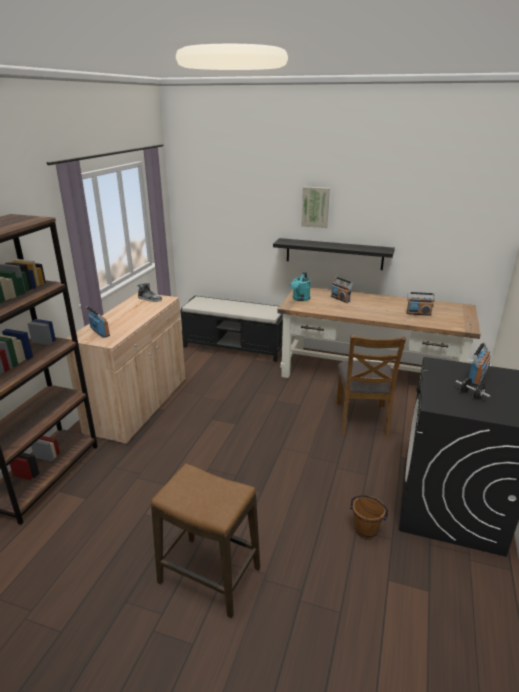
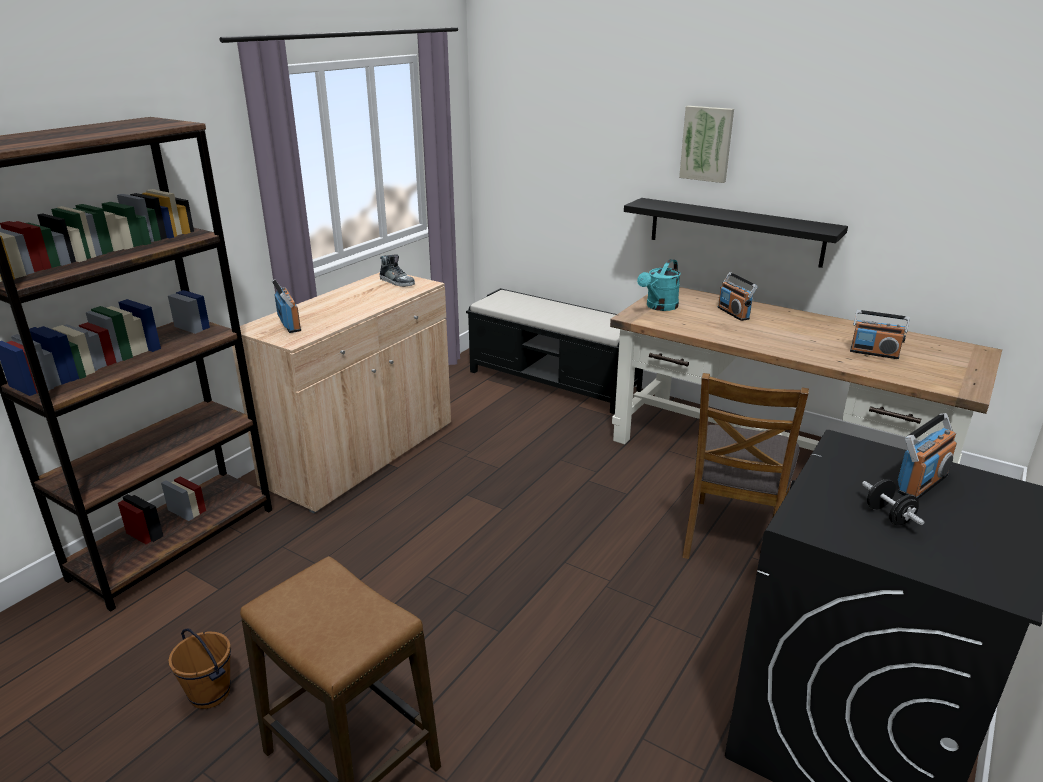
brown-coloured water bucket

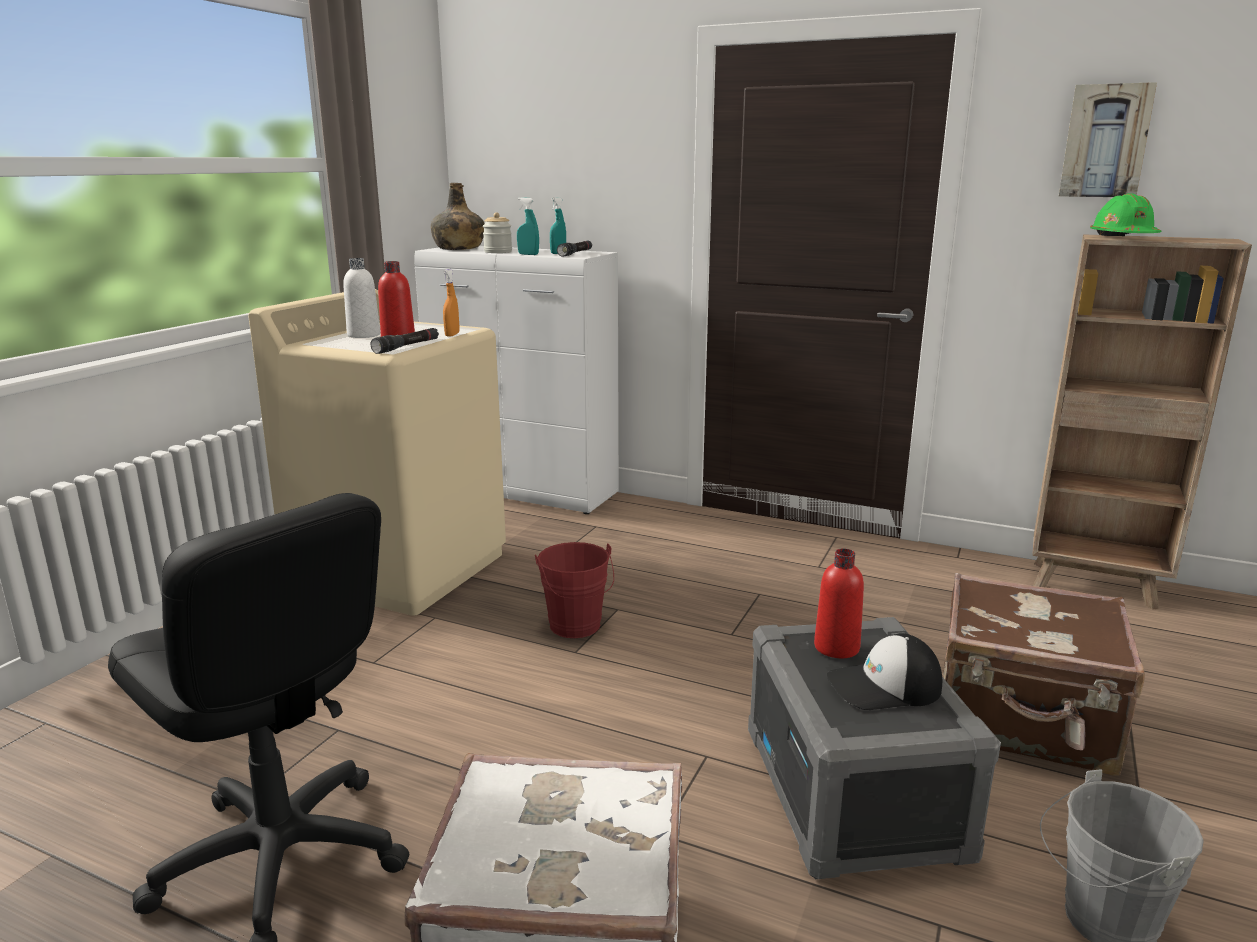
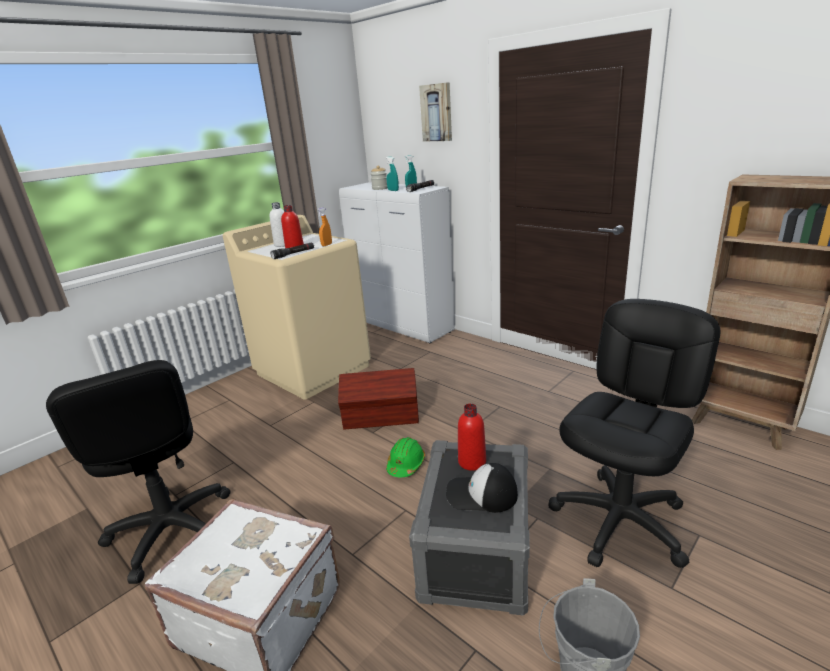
wall art; green beverage bottle; green safety helmet; brown-coloured storage box; black desk chair (no. 2 from left)

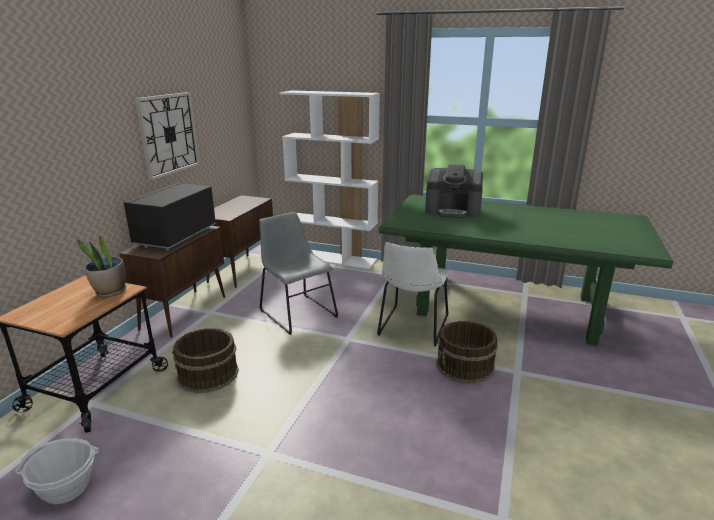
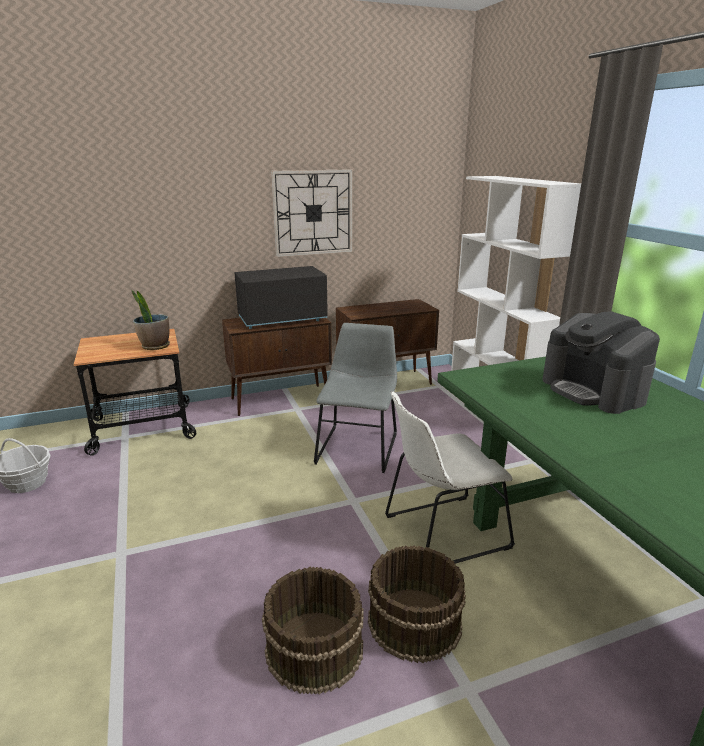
brown-coloured water bucket (no. 1 from left)

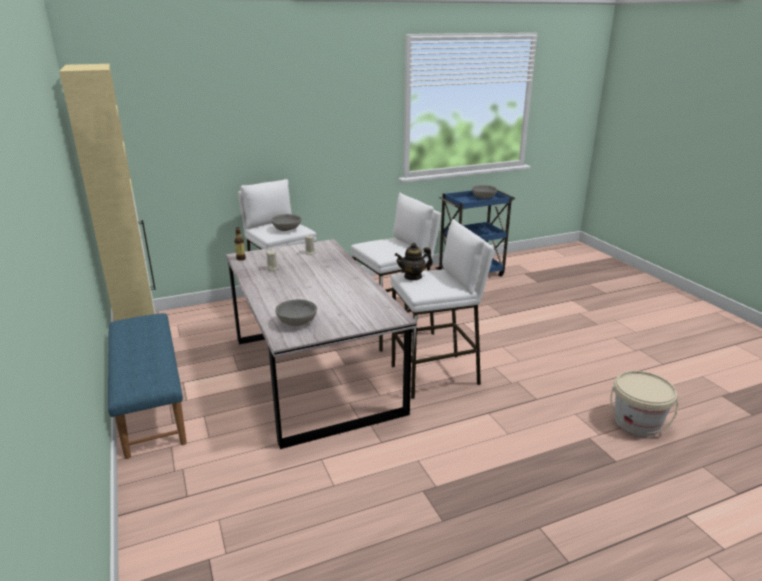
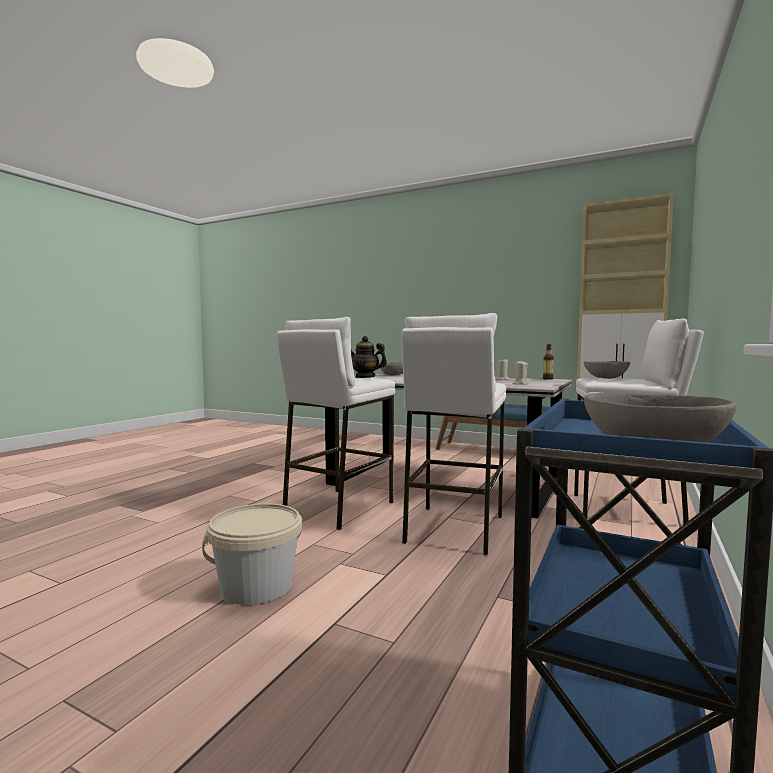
pot for tea; sand-coloured water bucket

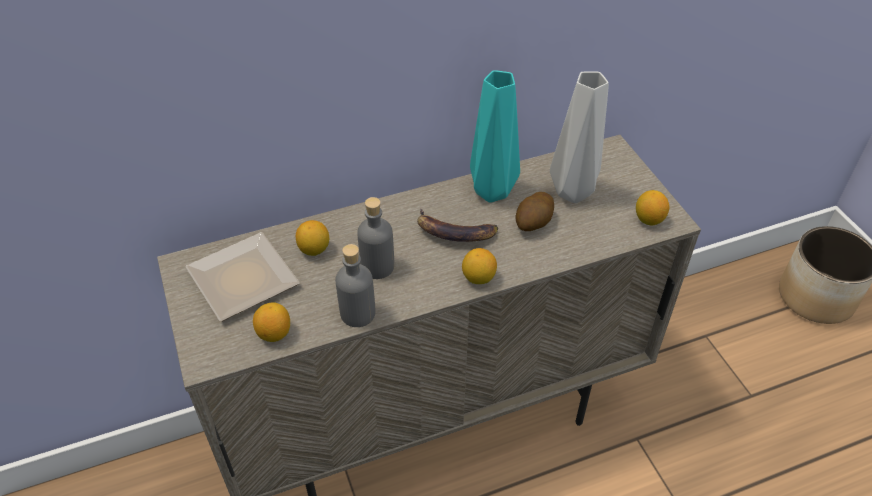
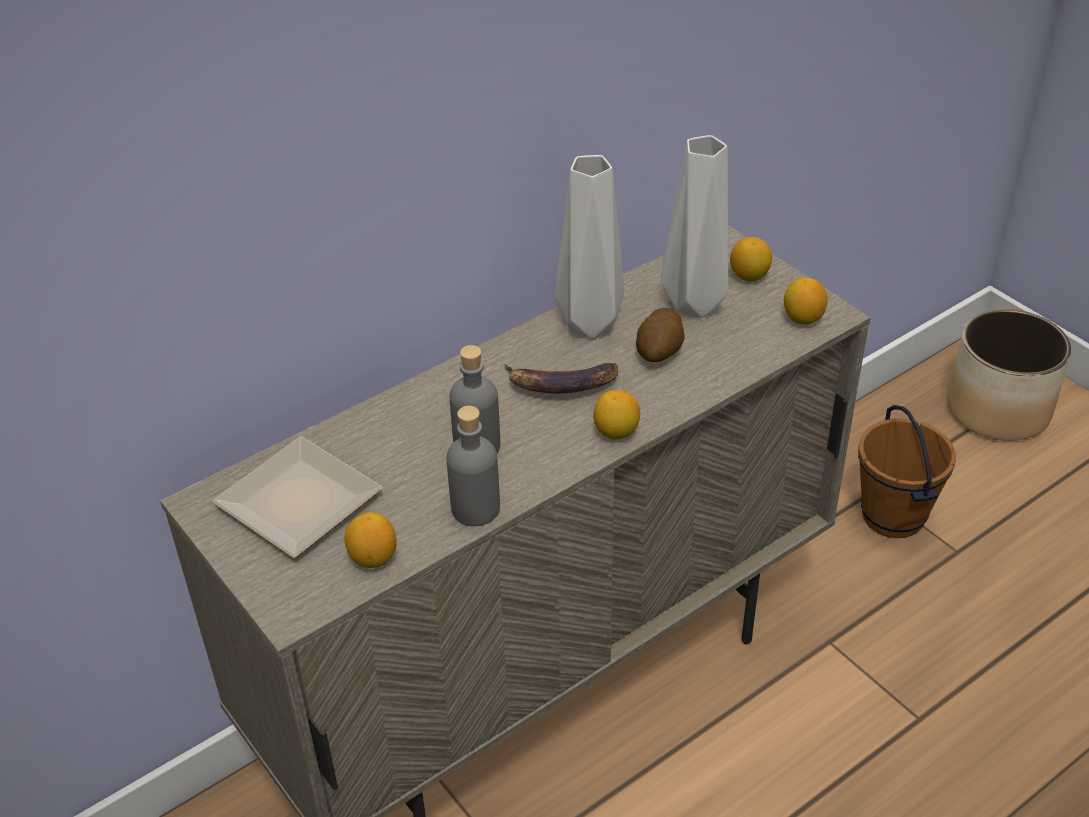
greyish flower vase (no. 1 from left); lemon (no. 3 from left); brown-coloured water bucket

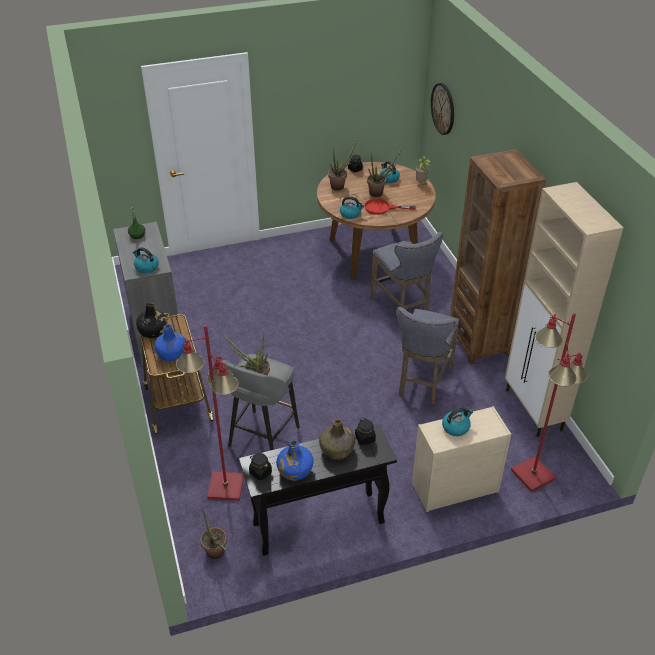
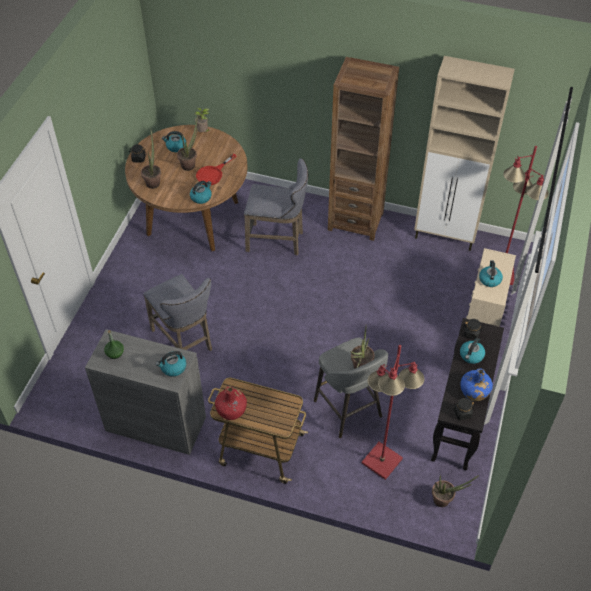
hanging clock; red-coloured beverage bottle; greyish stool seat (no. 1 from left); blue-coloured beverage bottle (no. 1 from left in the first image); tea kettle (no. 4 from left)

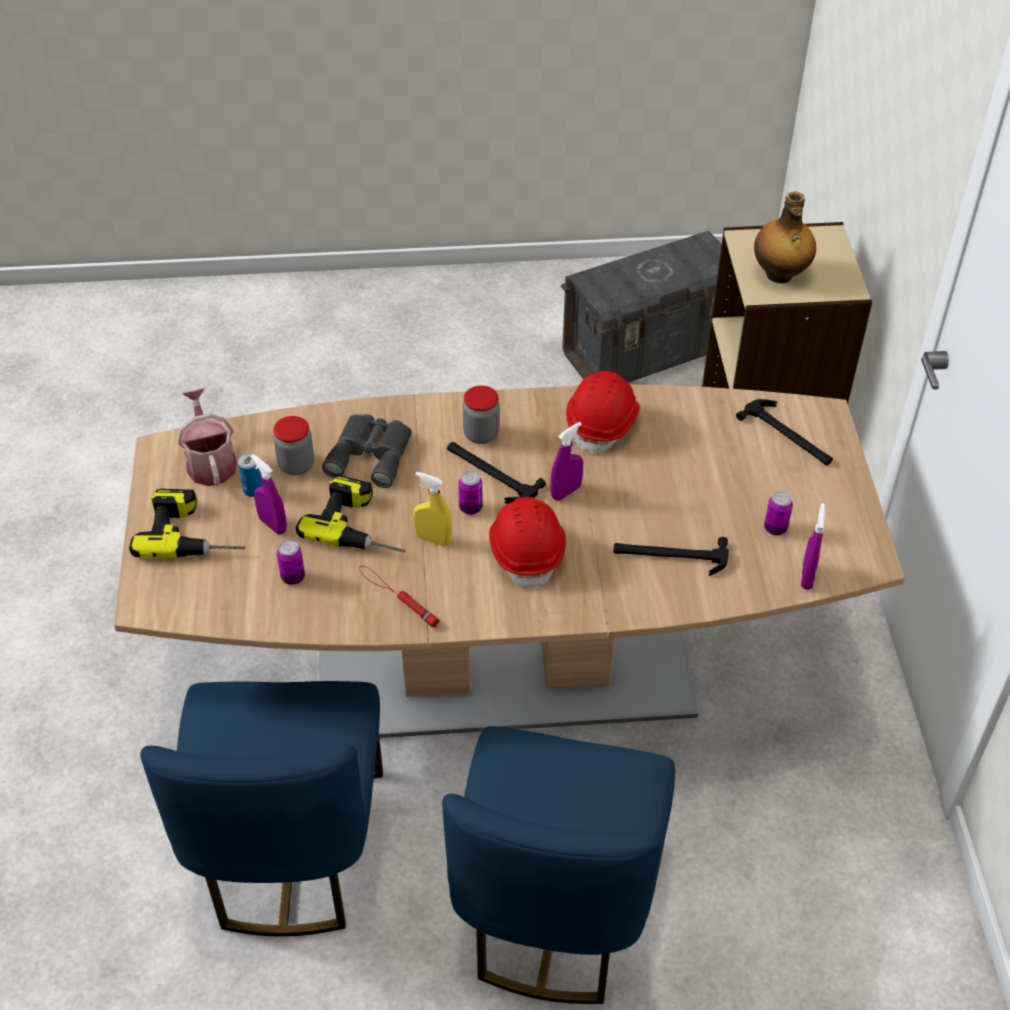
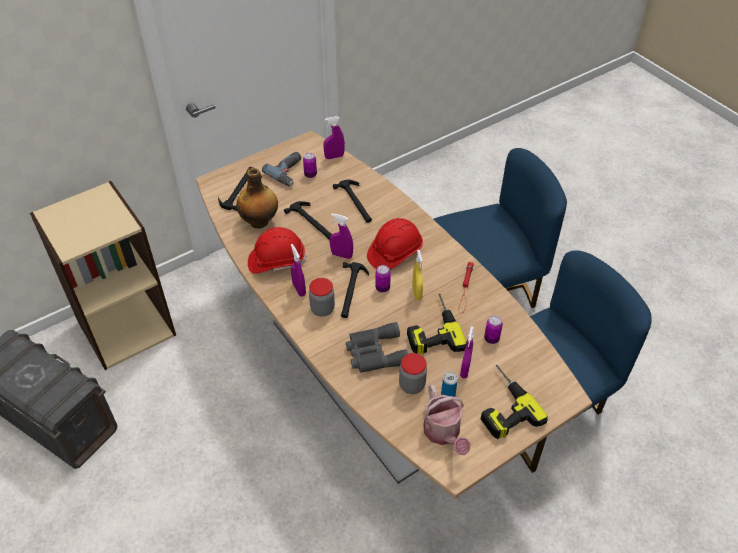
beverage bottle; watering can; drill (no. 1 from left); tool hammer (no. 2 from left); purple-coloured spray bottle (no. 1 from left)

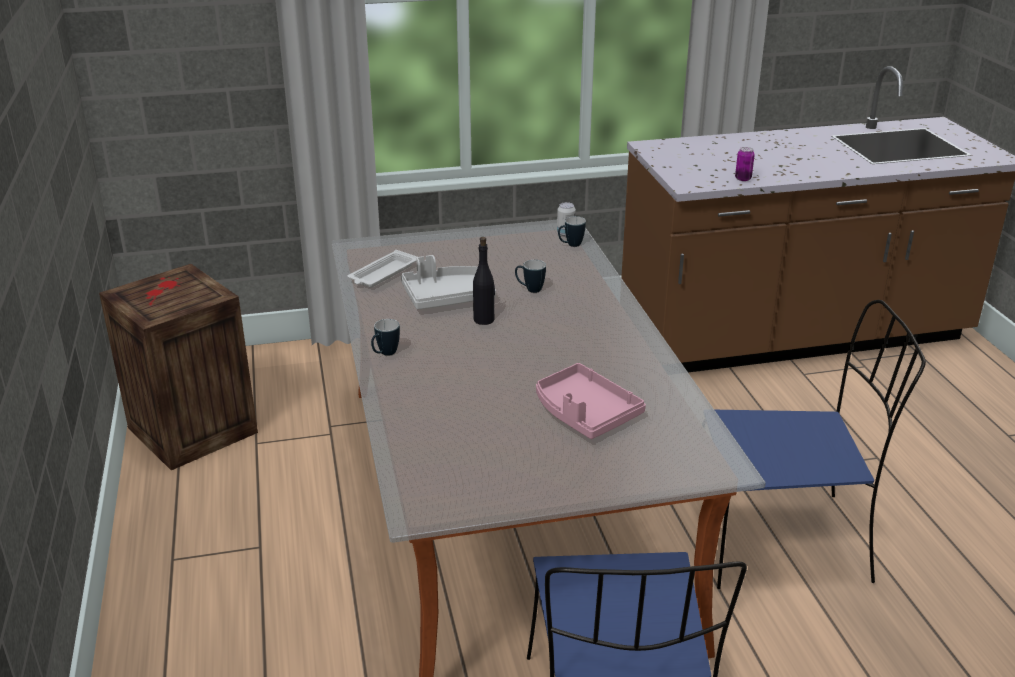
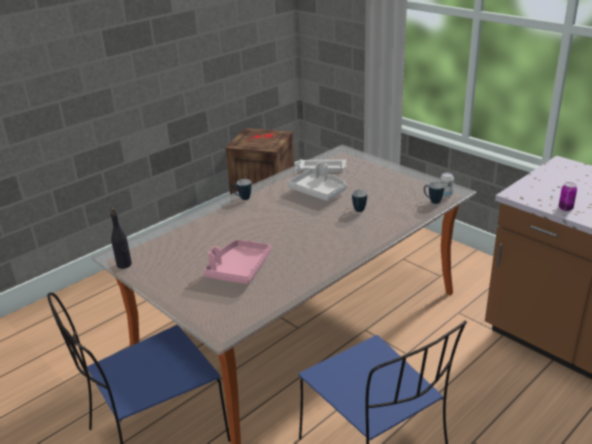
black beverage bottle

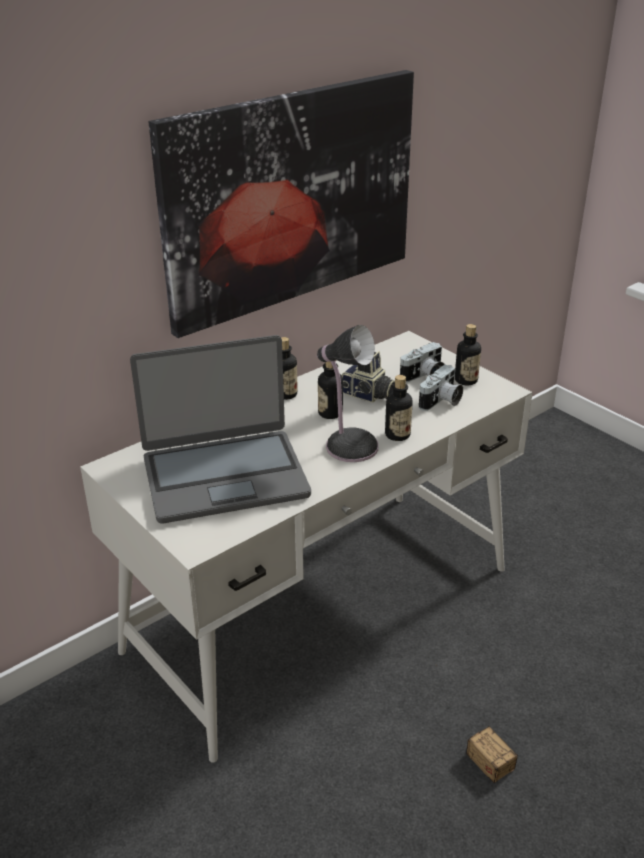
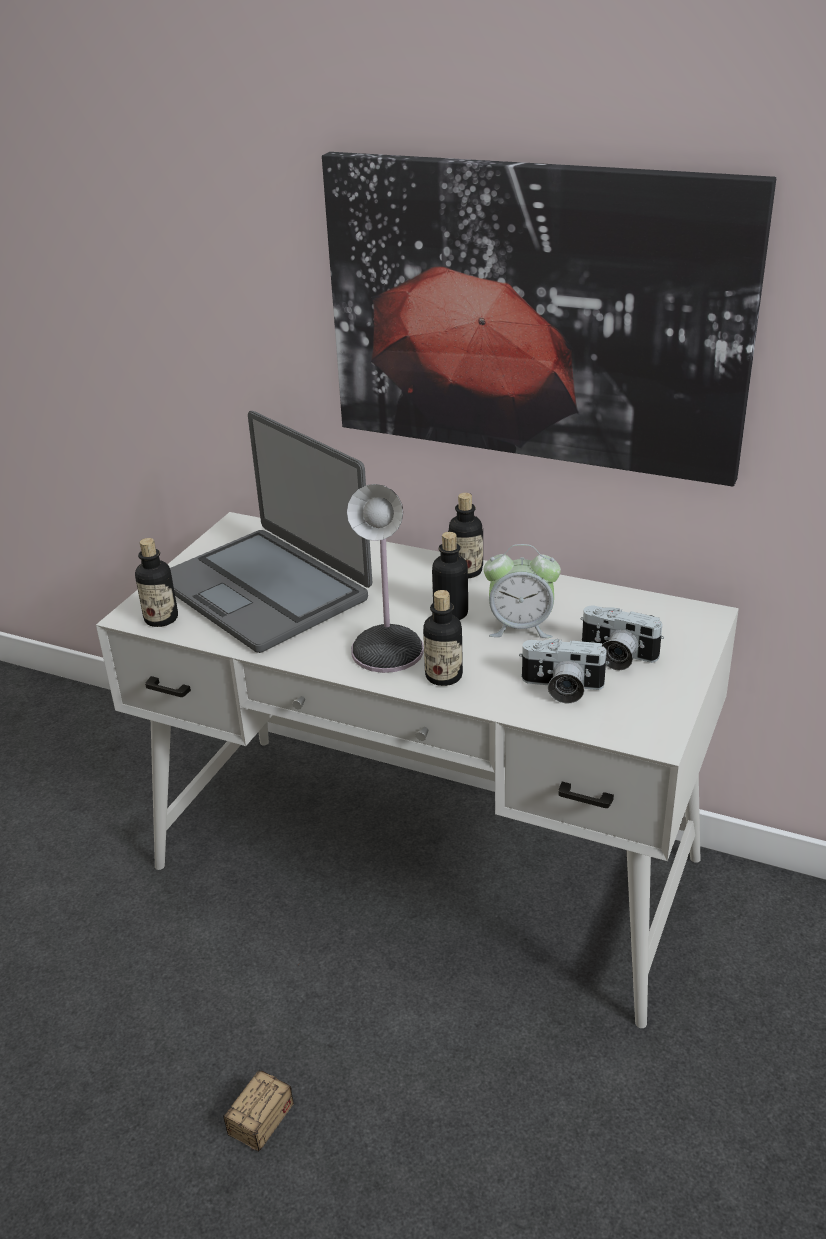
beverage bottle (no. 1 from left); alarm clock

